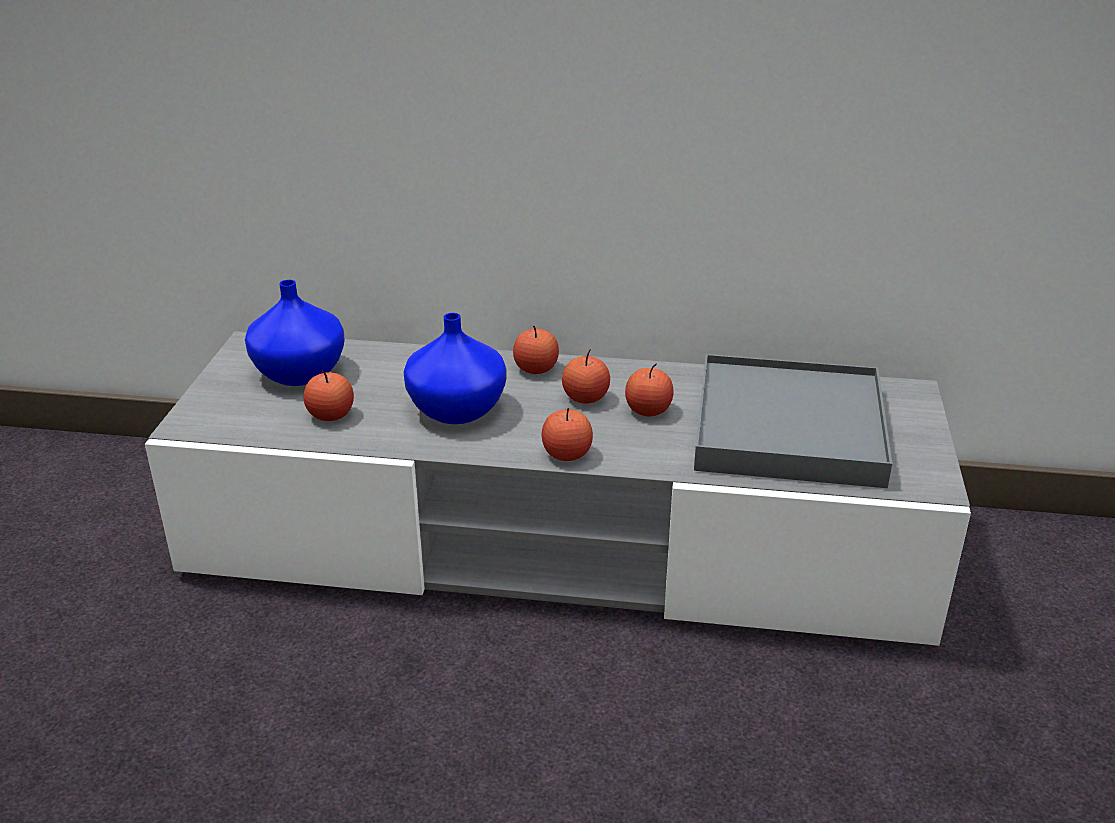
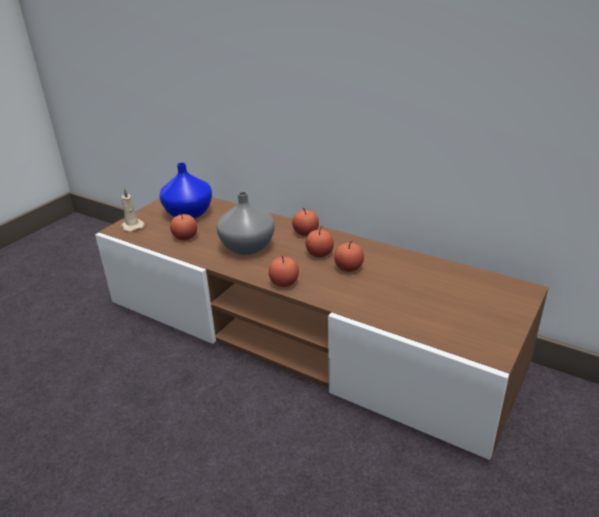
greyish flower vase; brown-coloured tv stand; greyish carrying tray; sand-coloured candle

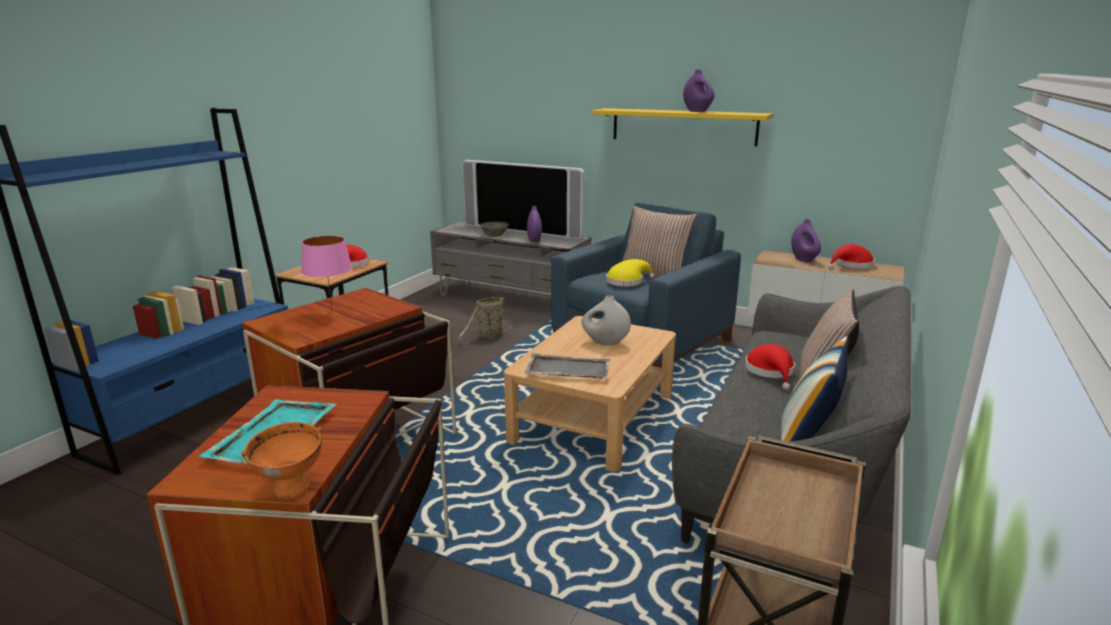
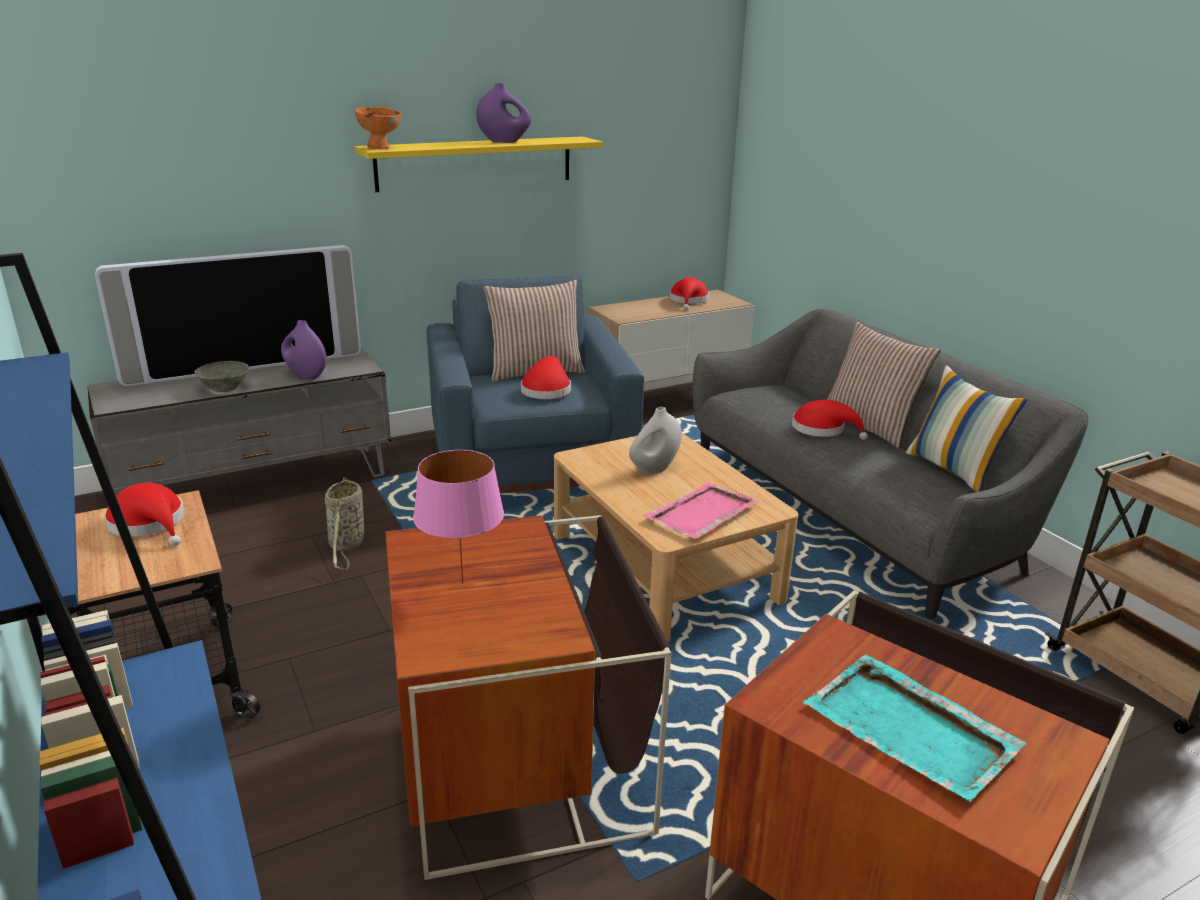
purple-coloured flower vase (no. 3 from left in the first image); red-coloured wearable hat (no. 2 from left); pink-coloured carrying tray; orangey serving bowl

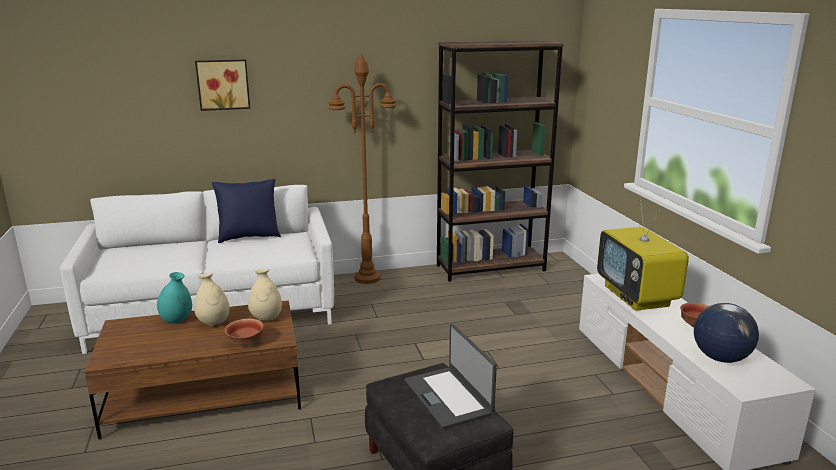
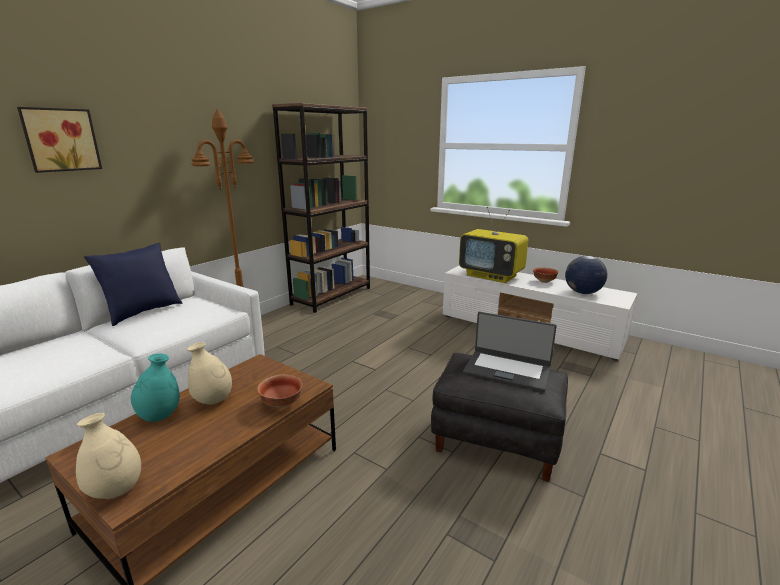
sand-coloured flower vase (no. 1 from left)

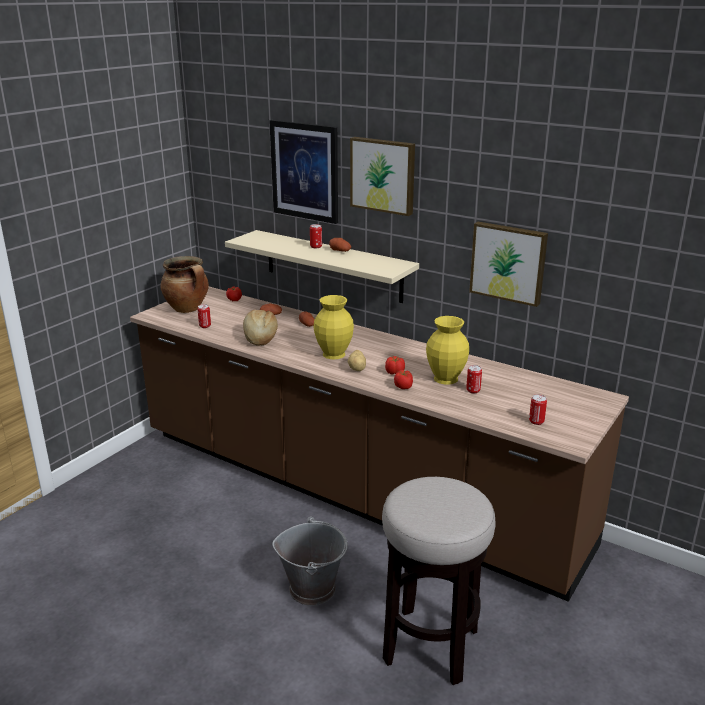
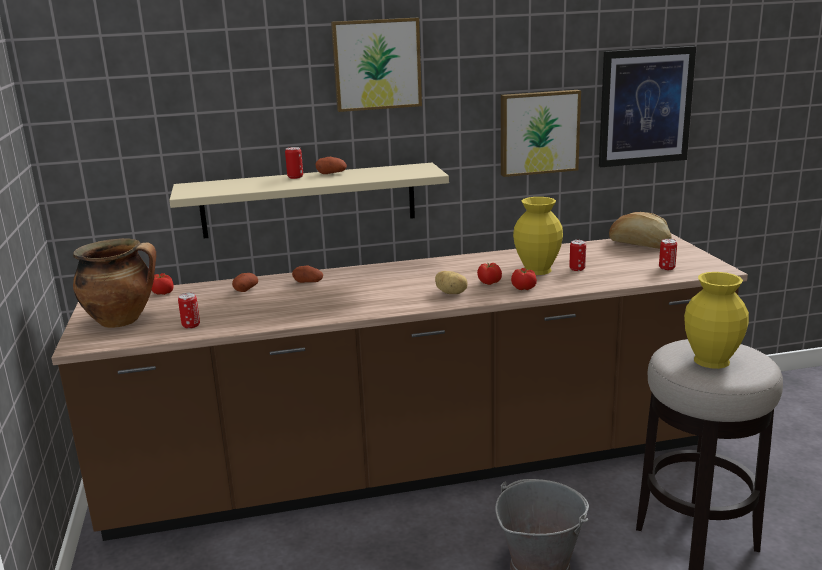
wall art (no. 3 from left); yellow flower vase (no. 2 from left); bakery bread

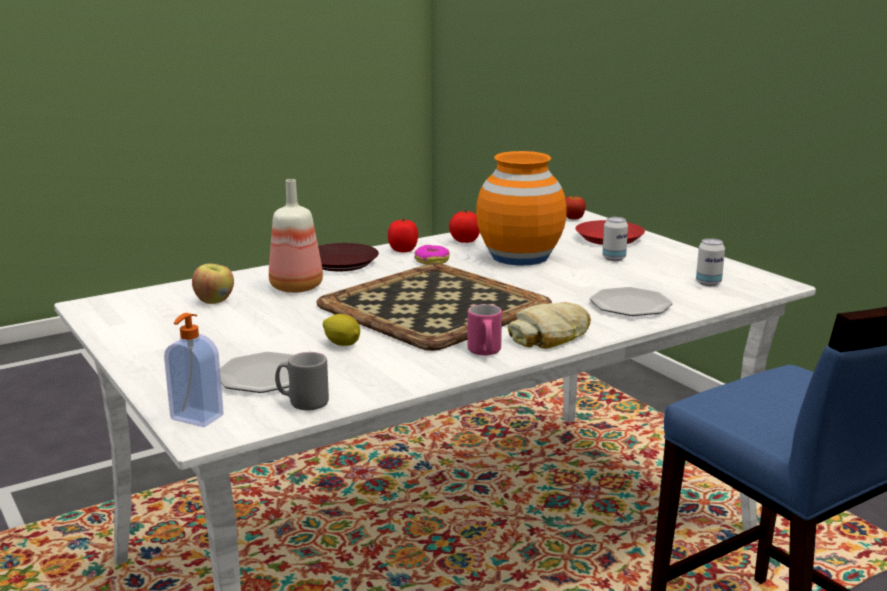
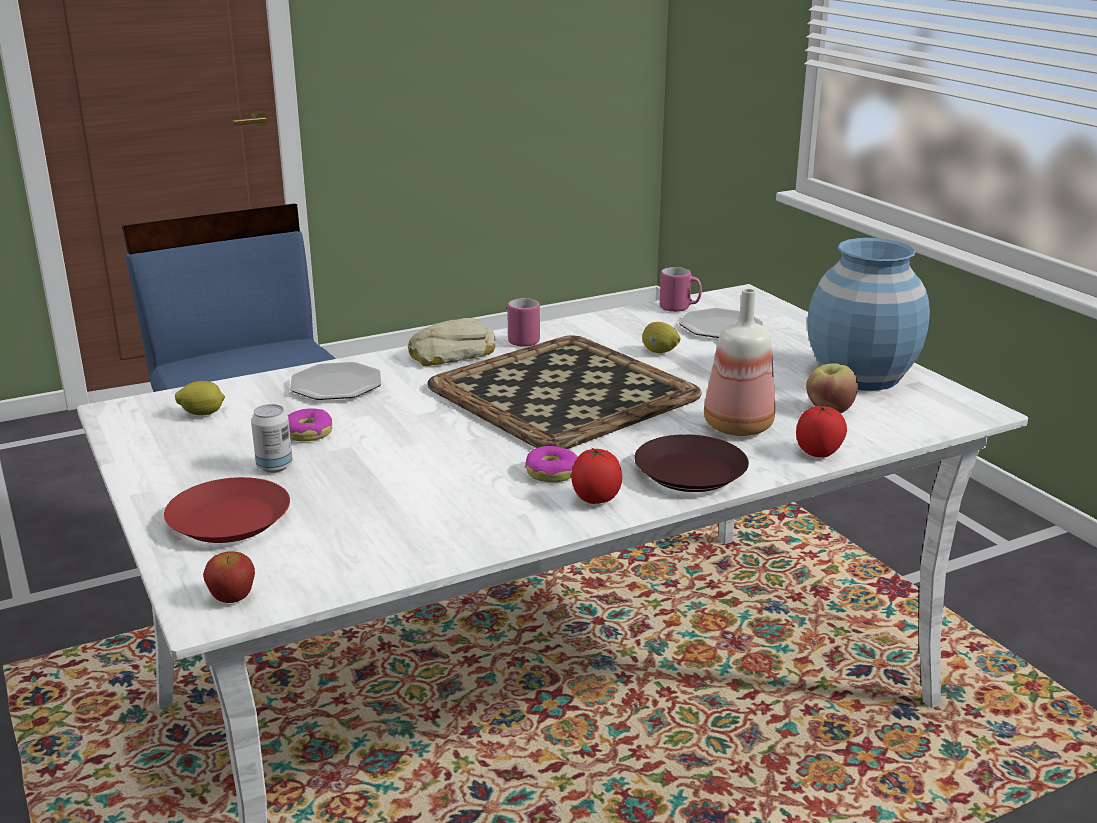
orangey flower vase; whole tomato (no. 2 from left); lemon (no. 1 from left); liquid soap bottle; pink-coloured coffee mug (no. 2 from left); blue-coloured flower vase; donut (no. 1 from left)

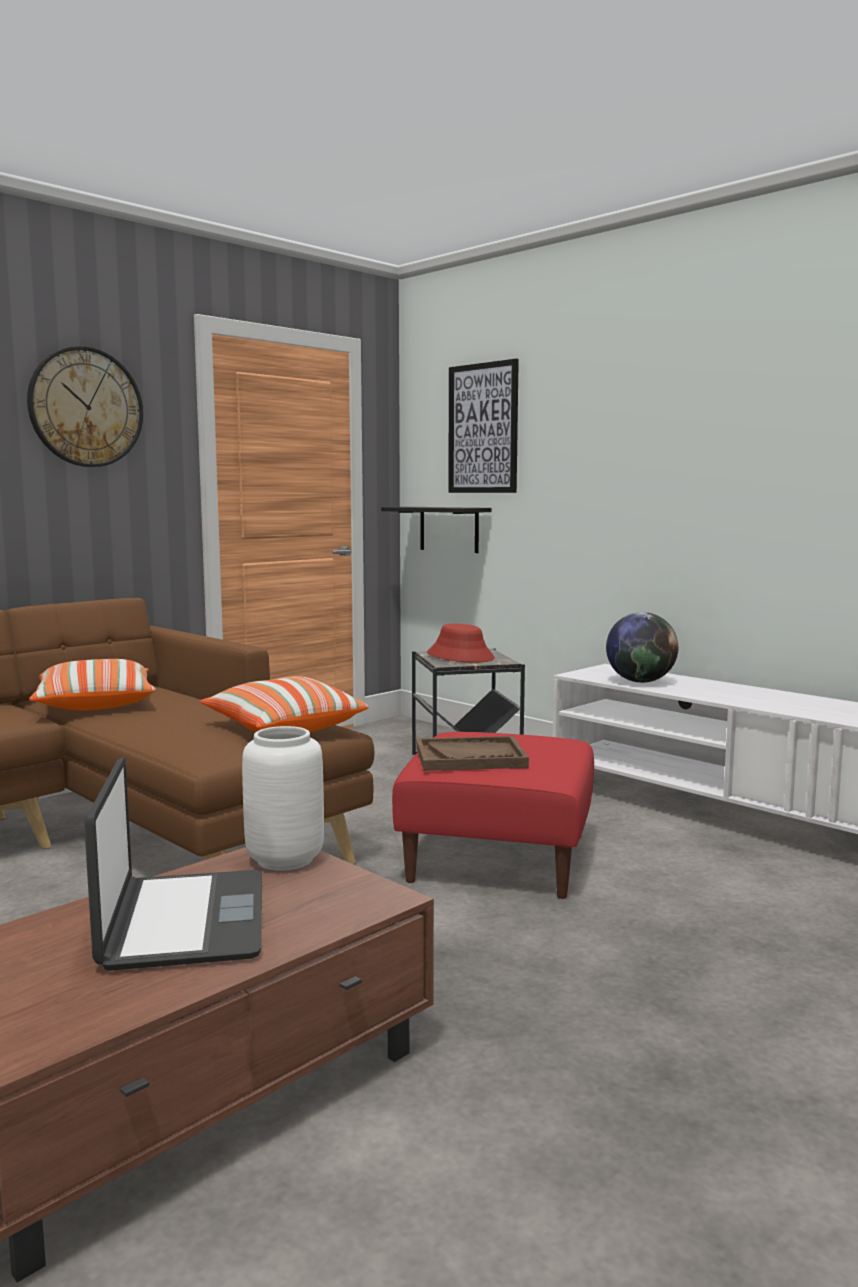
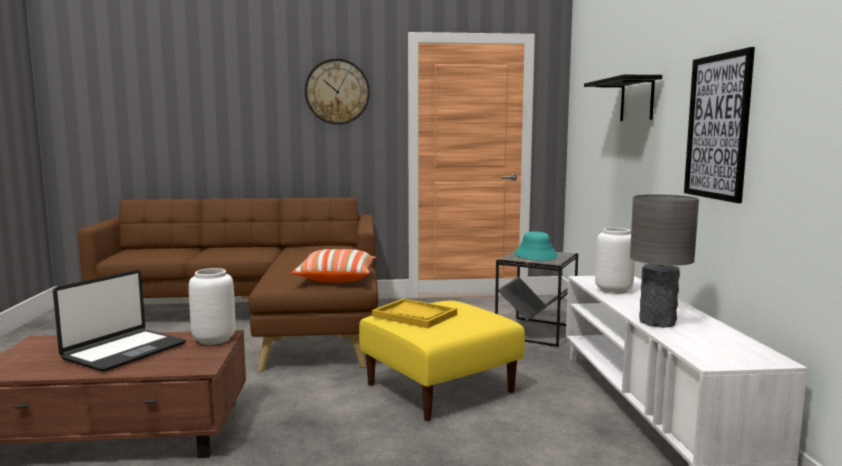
wall art; black wall shelf; white-coloured flower vase (no. 2 from left); blue-green wearable hat; throw pillow (no. 1 from left in the first image); yellow footrest; yellow carrying tray; greyish tabletop lamp

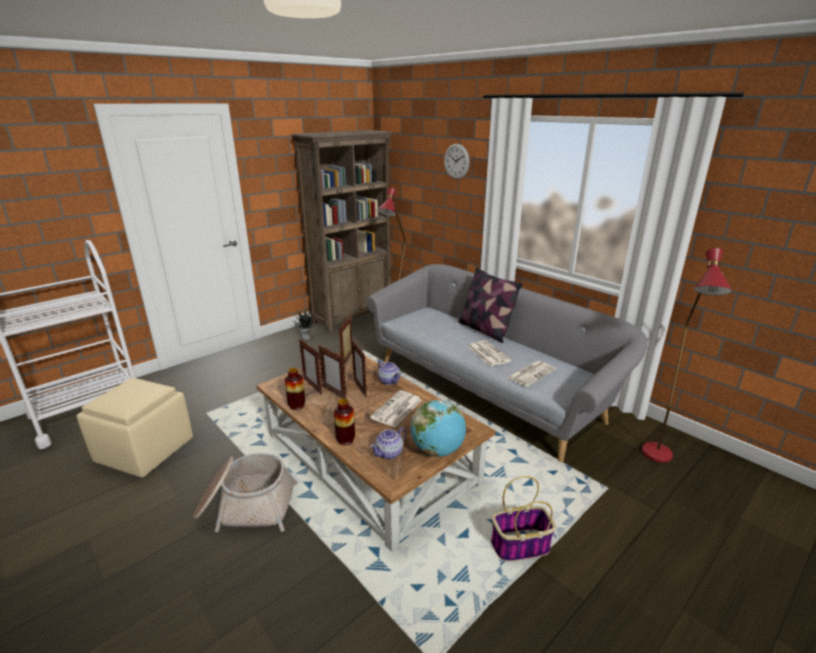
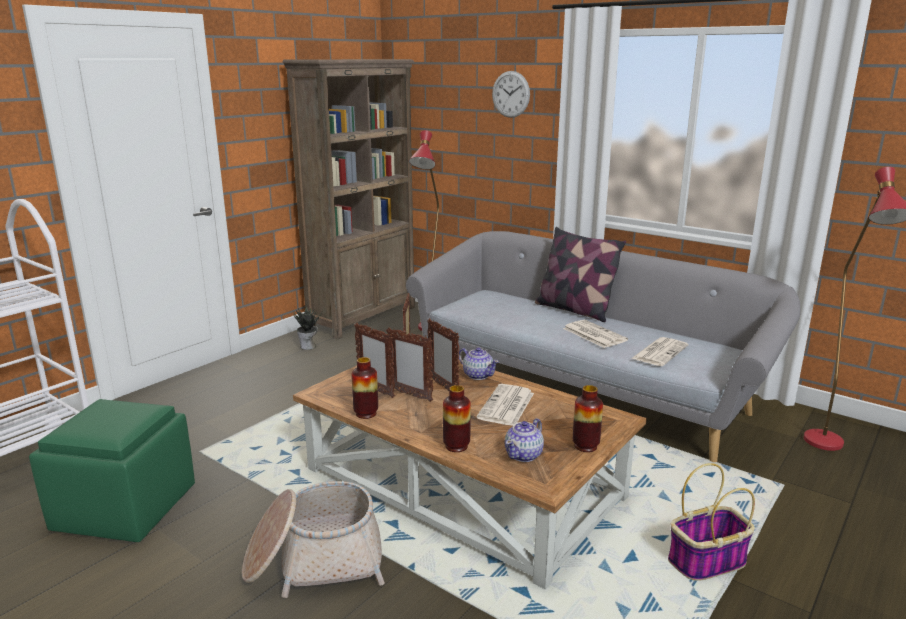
green footrest; flower vase (no. 3 from left)

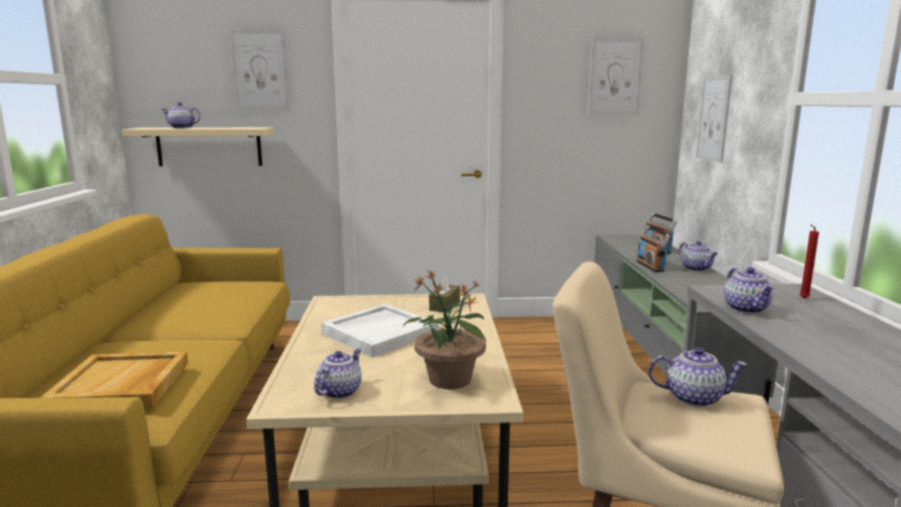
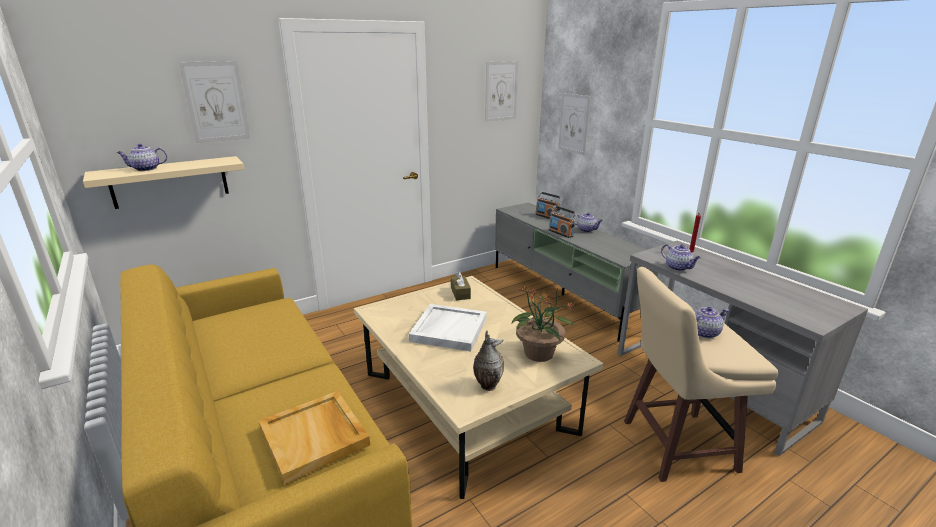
flower vase

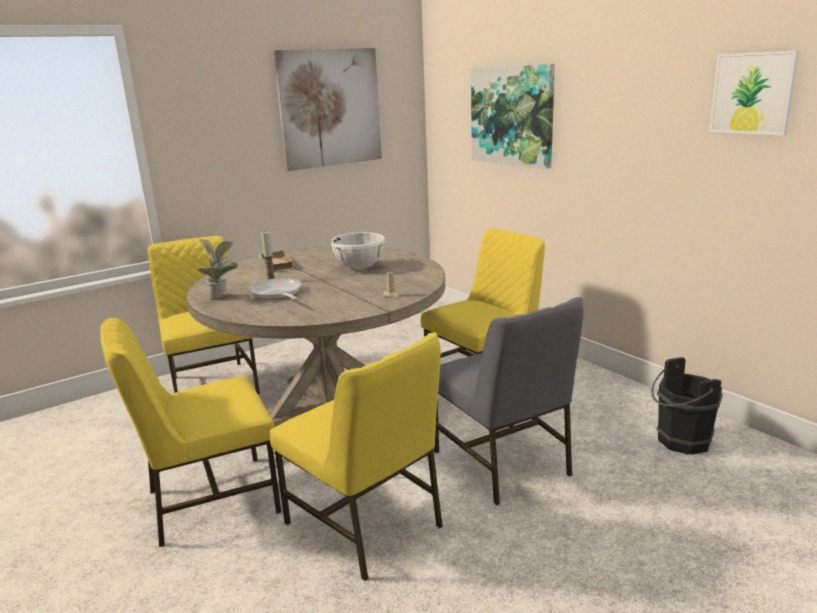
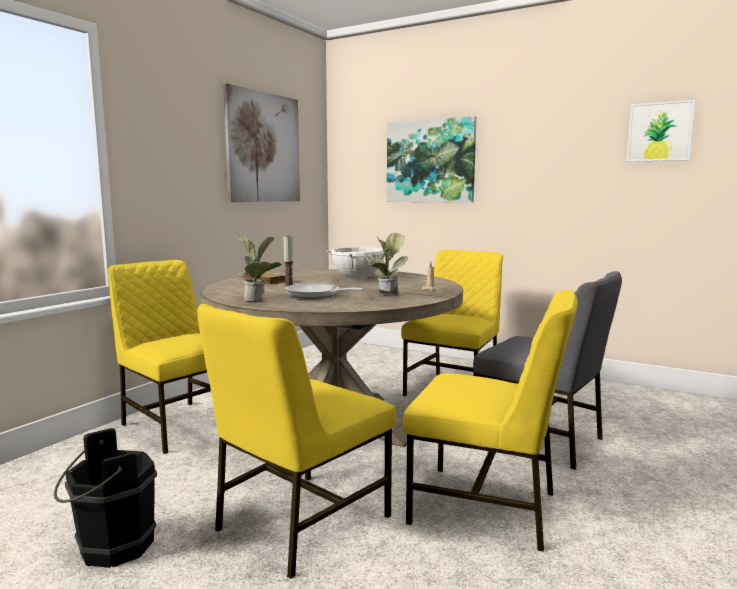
black water bucket; houseplant (no. 2 from left)

